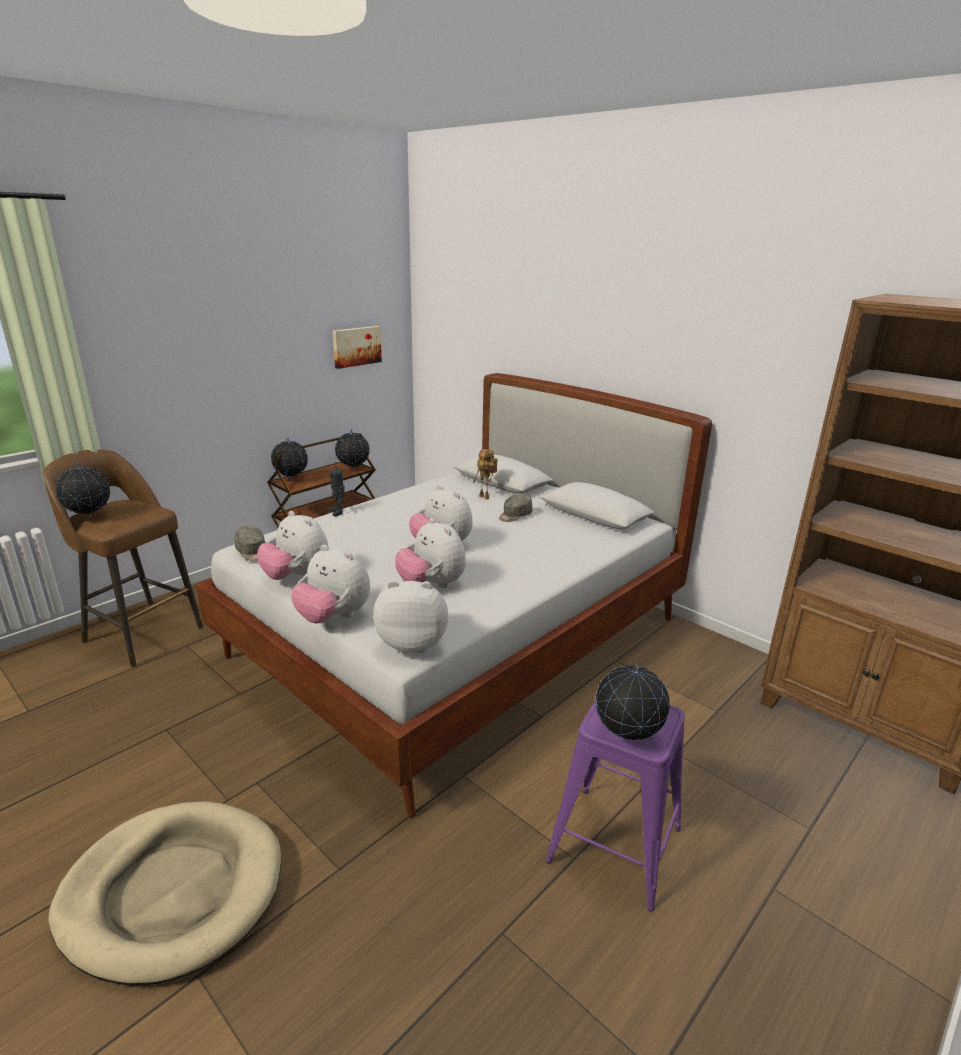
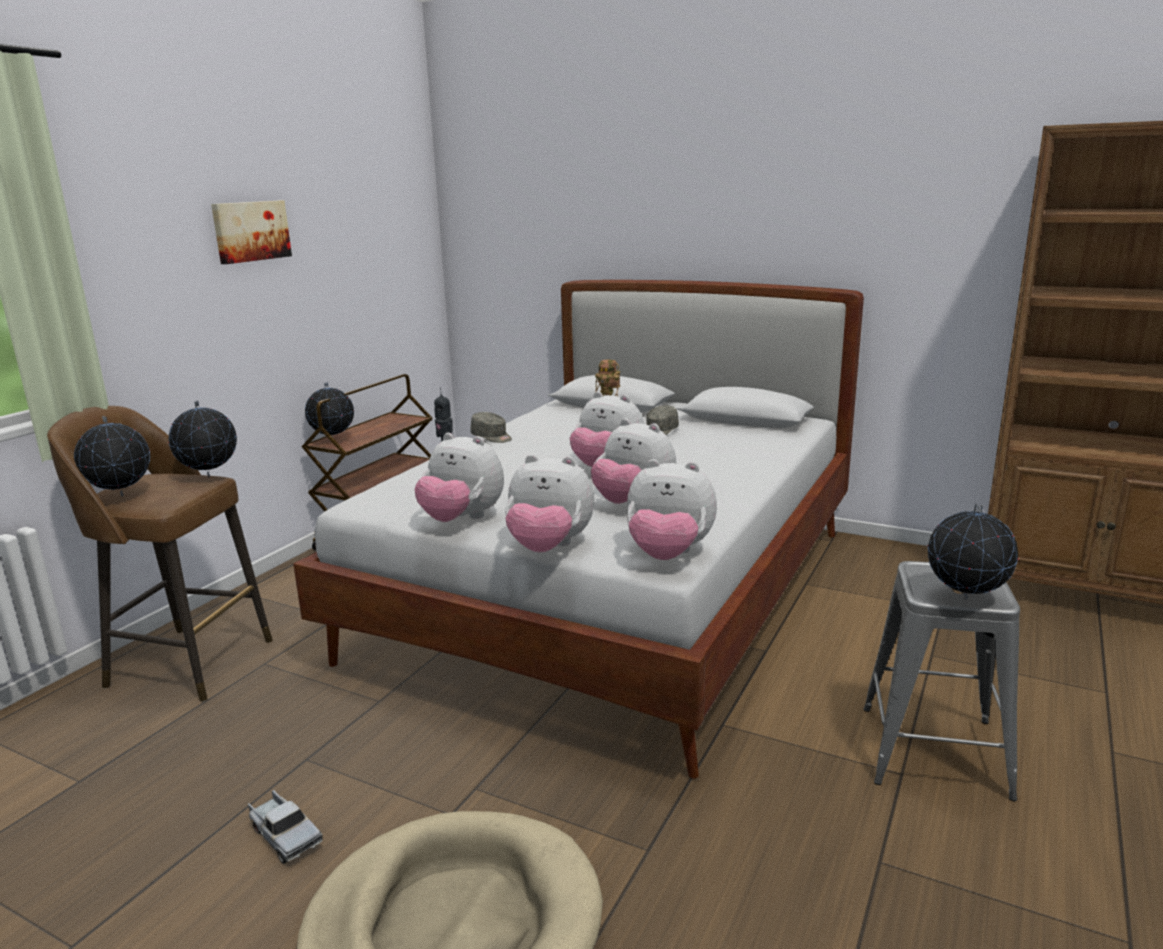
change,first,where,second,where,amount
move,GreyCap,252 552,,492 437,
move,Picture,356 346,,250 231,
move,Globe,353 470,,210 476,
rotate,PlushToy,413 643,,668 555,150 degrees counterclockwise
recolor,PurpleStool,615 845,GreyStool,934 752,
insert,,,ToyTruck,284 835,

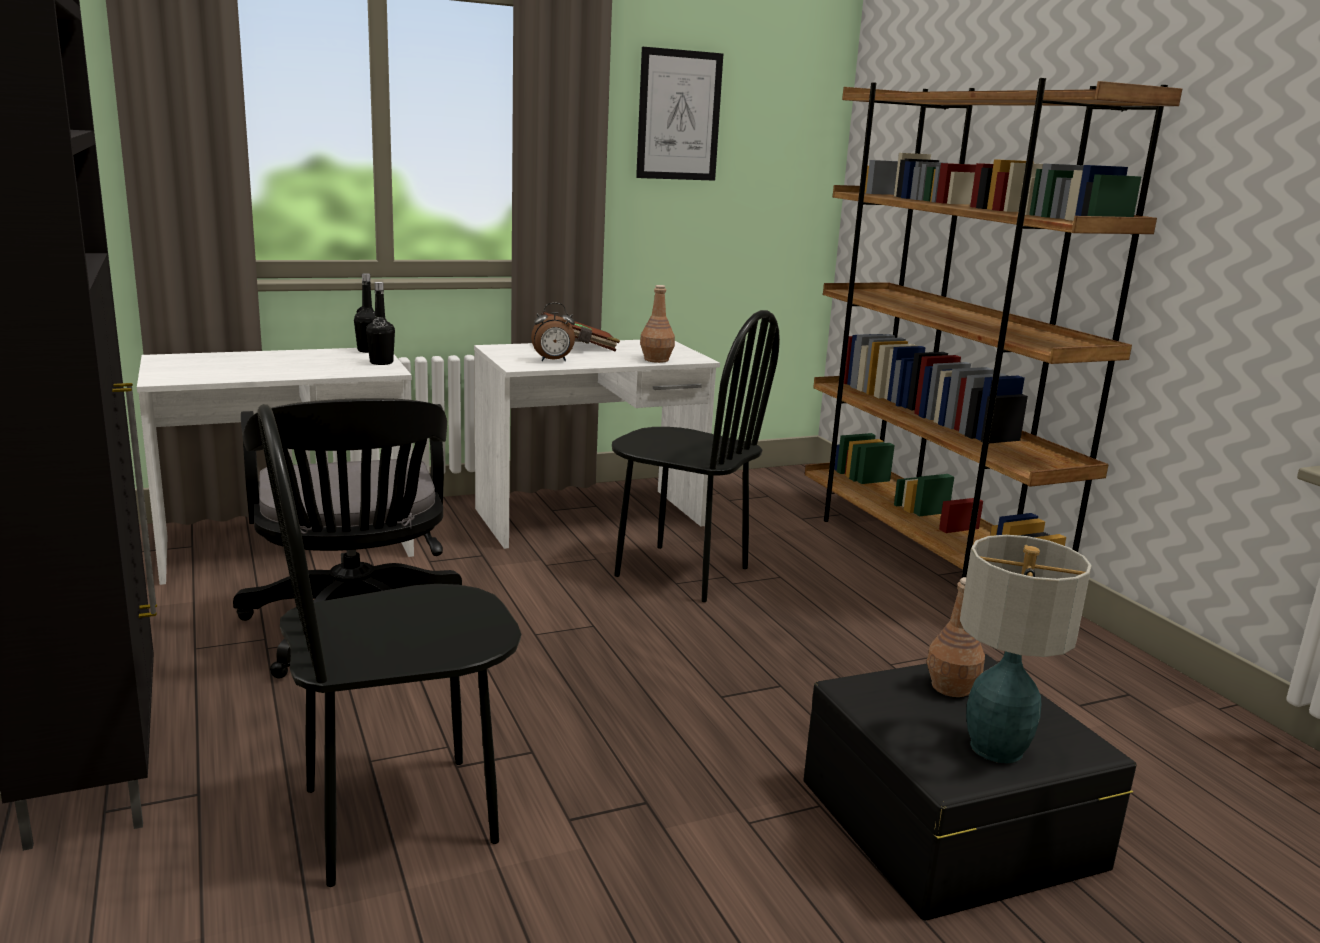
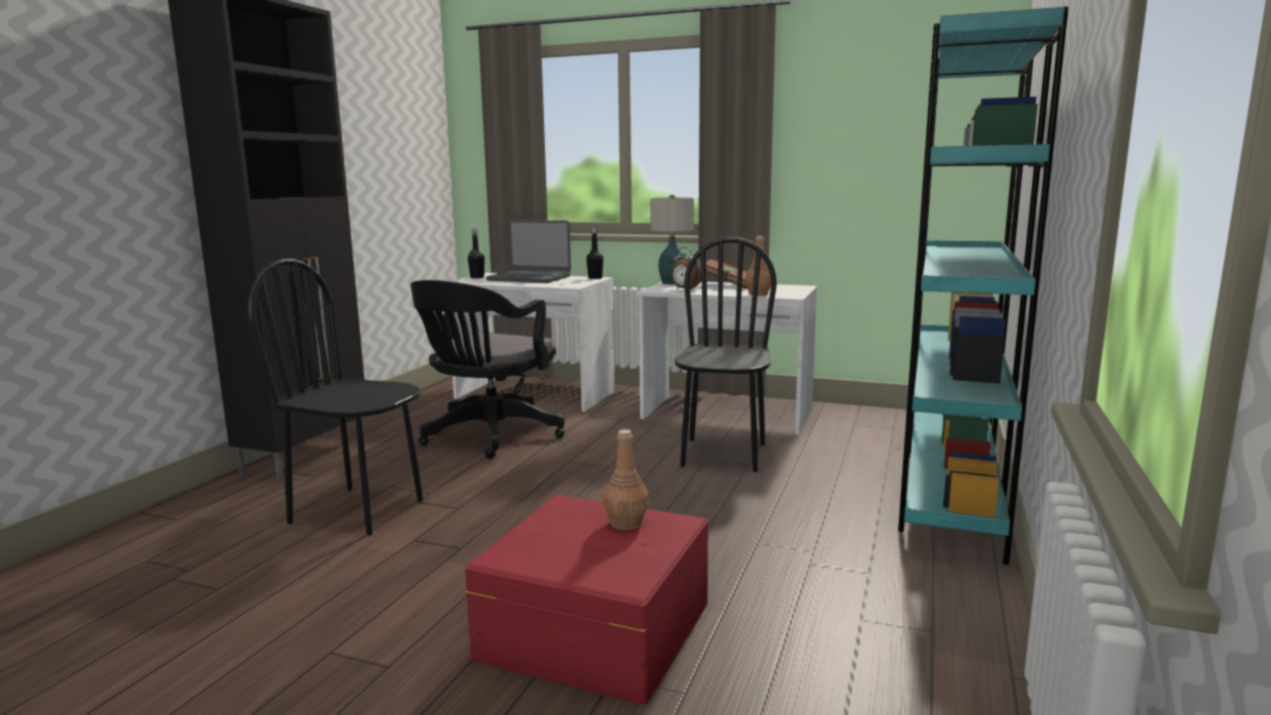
change,first,where,second,where,amount
move,BlackBottle,381 362,,477 277,
rotate,BlackChair,681 572,,723 455,150 degrees counterclockwise
delete,Picture,679 115,,,
recolor,BlackStorageBox,947 822,RedStorageBox,594 629,
recolor,BrownBookcase,924 555,TurquoiseBookcase,950 493,
move,TableLamp,997 749,,672 283,
insert,,,Laptop,529 278,

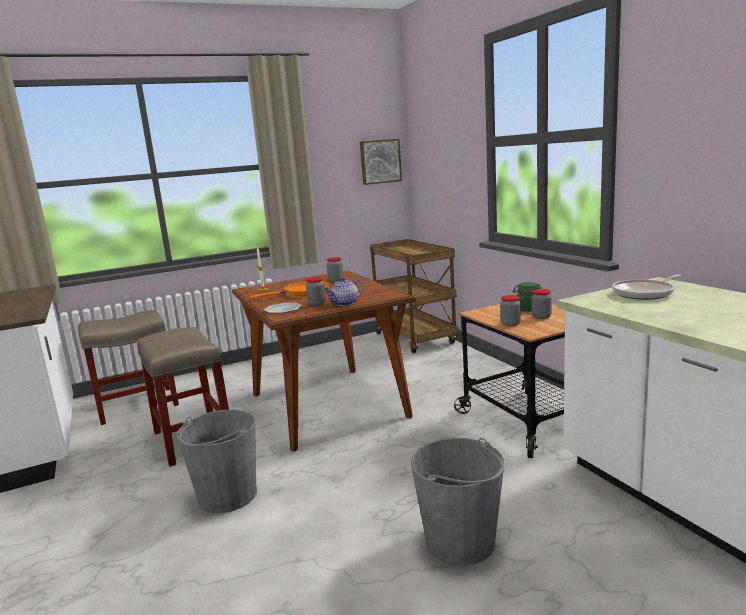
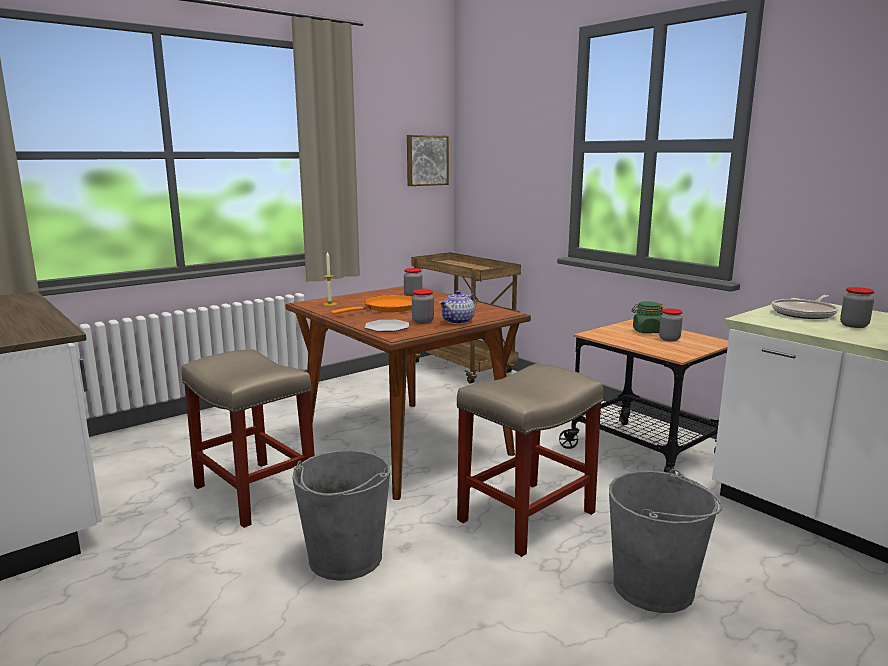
change,first,where,second,where,amount
move,BeigeStool,136 406,,525 517,
move,Jar,510 324,,854 325,

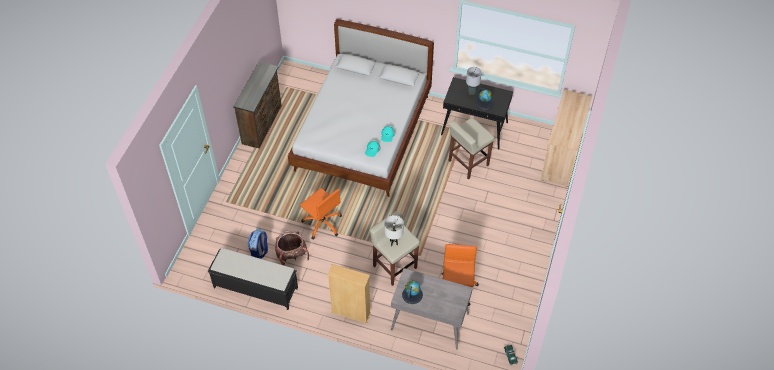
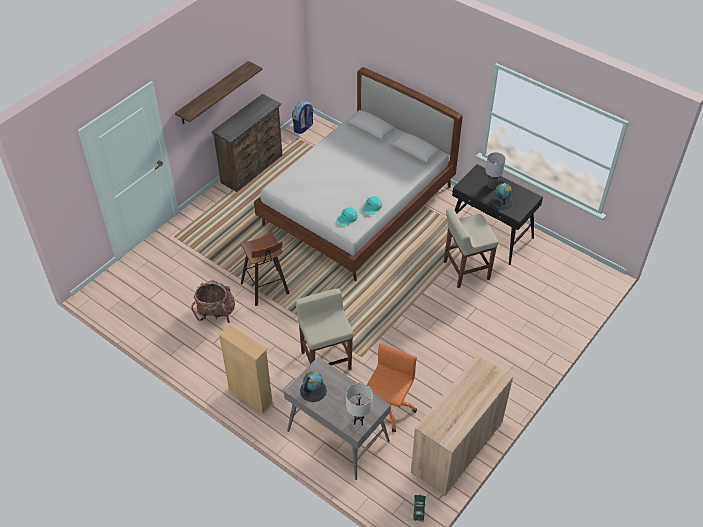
change,first,where,second,where,amount
delete,BlackBench,255 287,,,
move,Backpack,259 251,,303 128,
replace,OrangeOfficeChair,322 223,Stool,267 289,
move,WhiteTableLamp,393 243,,359 421,
move,BeigeCabinet,561 156,,457 447,
insert,,,Shelf,213 93,

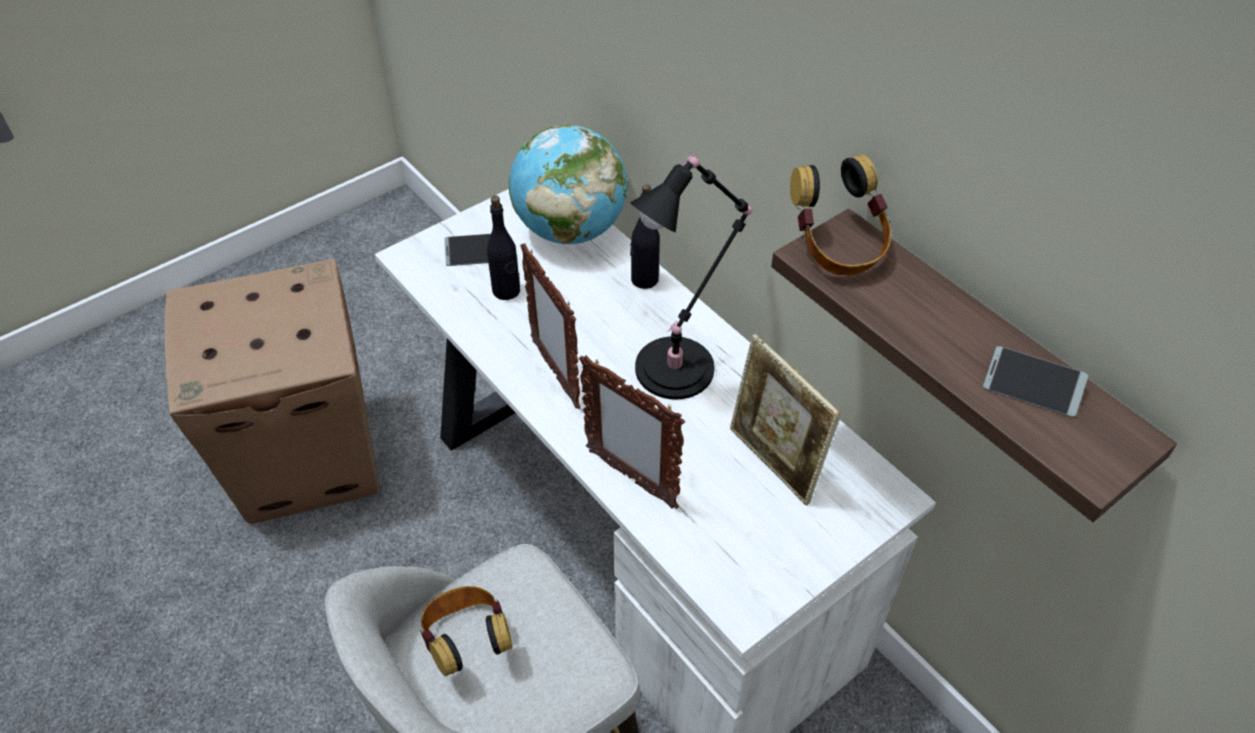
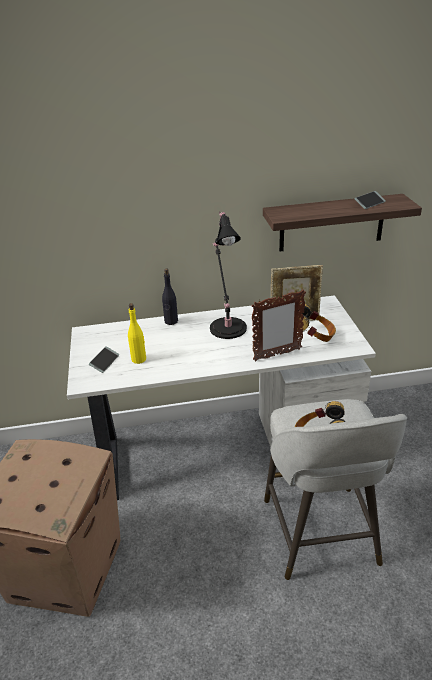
change,first,where,second,where,amount
recolor,BlackBottle,506 291,YellowBottle,139 359,
delete,Globe,570 229,,,
delete,PictureFrame,555 373,,,
move,Headphones,837 247,,314 337,

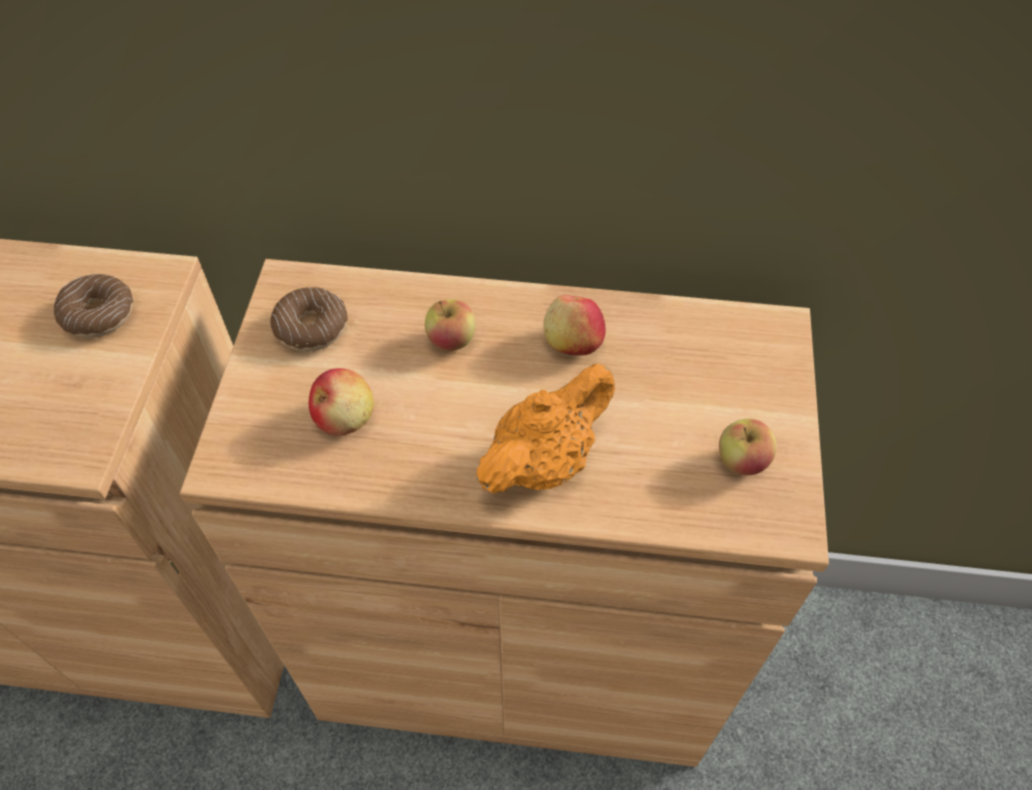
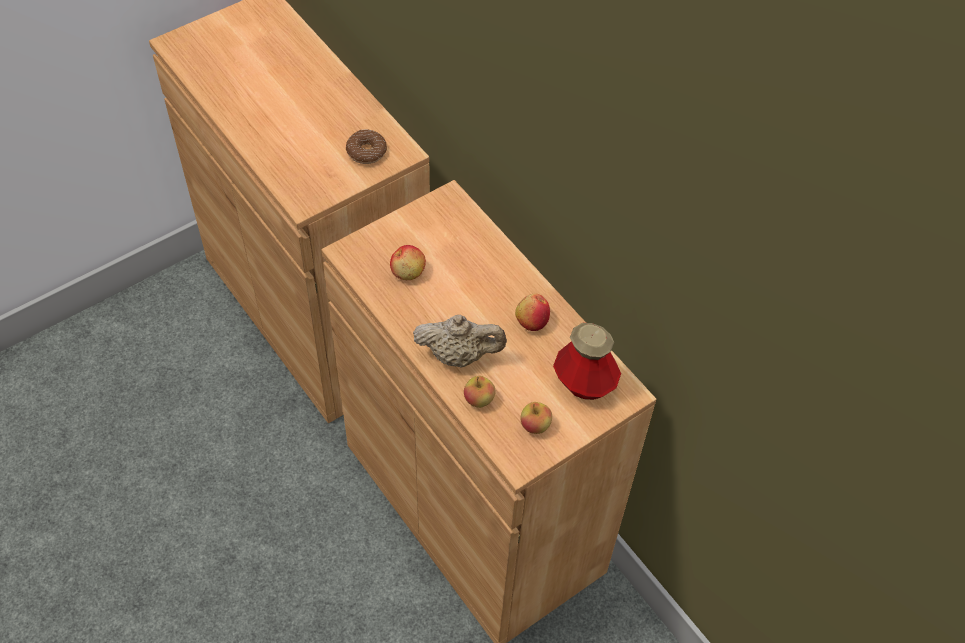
change,first,where,second,where,amount
delete,Donut,311 327,,,
move,Apple,451 340,,478 399,
recolor,OrangeTeapot,544 461,BeigeTeapot,459 355,
insert,,,Bottle,584 383,

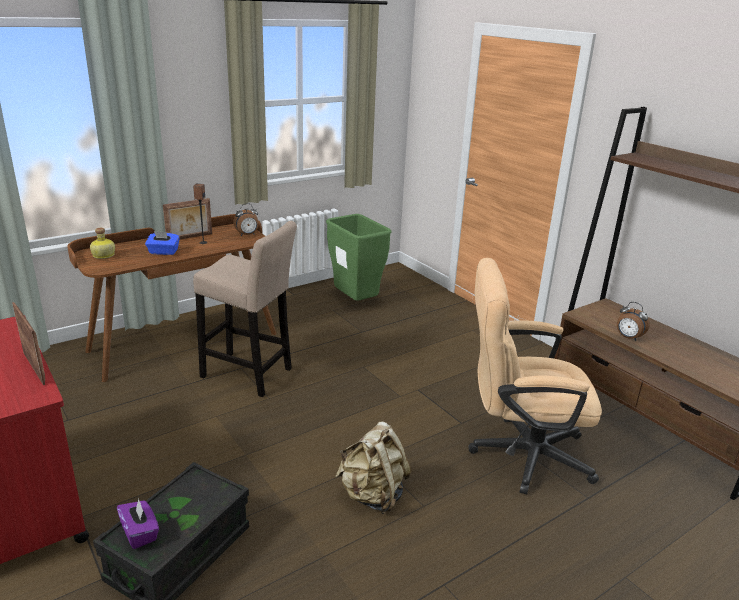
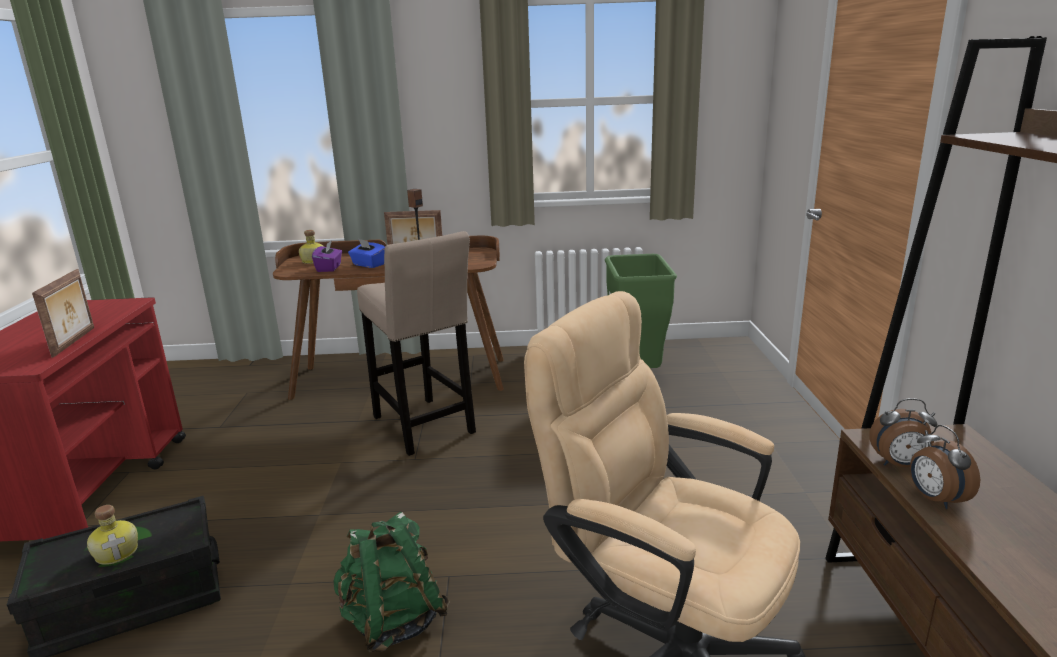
change,first,where,second,where,amount
move,PurpleTissueBox,140 533,,329 268,
move,AlarmClock,247 235,,899 465,
recolor,BeigeBackpack,372 495,GreenBackpack,393 621,
insert,,,Bottle,118 552,

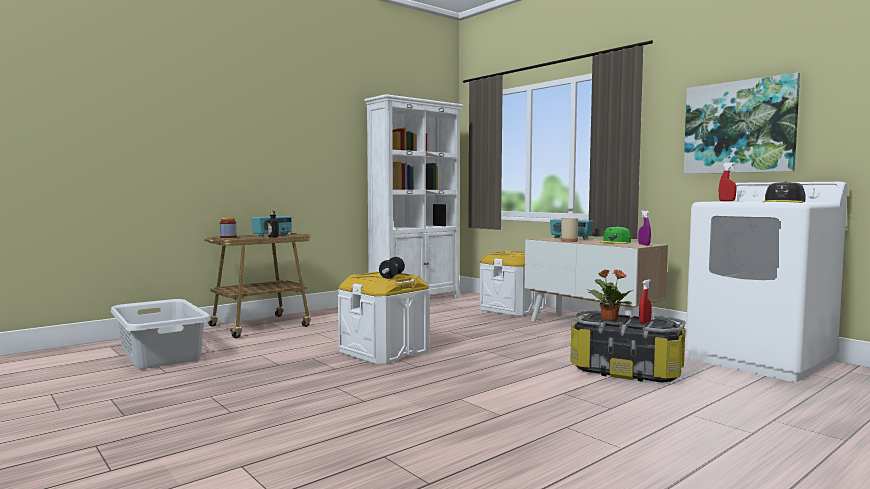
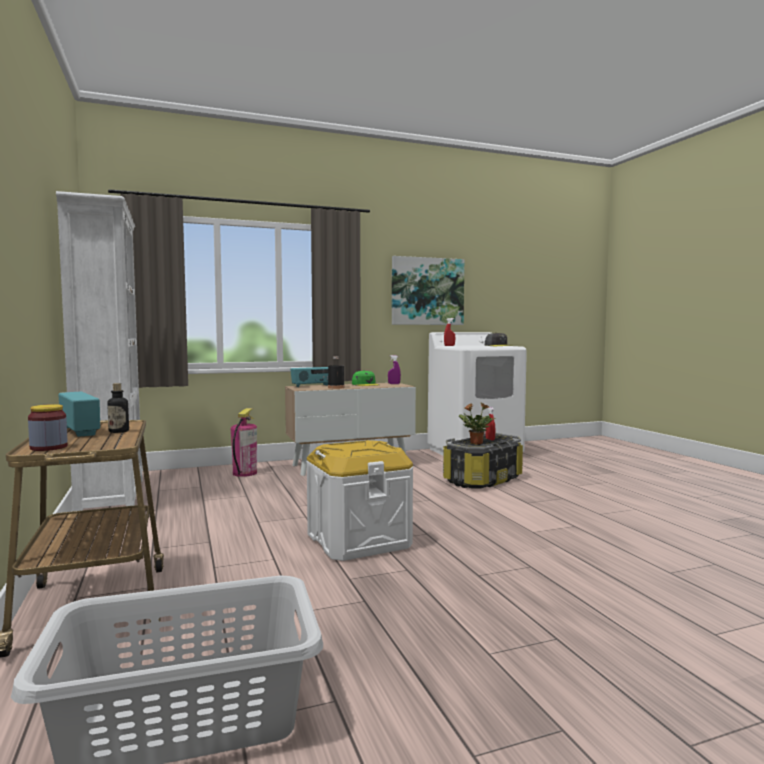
change,first,where,second,where,amount
delete,Dumbbell,392 276,,,
replace,WhiteStorageBox,512 309,FireExtinguisher,244 473,
recolor,BeigeBottle,569 241,BlackBottle,336 387,

